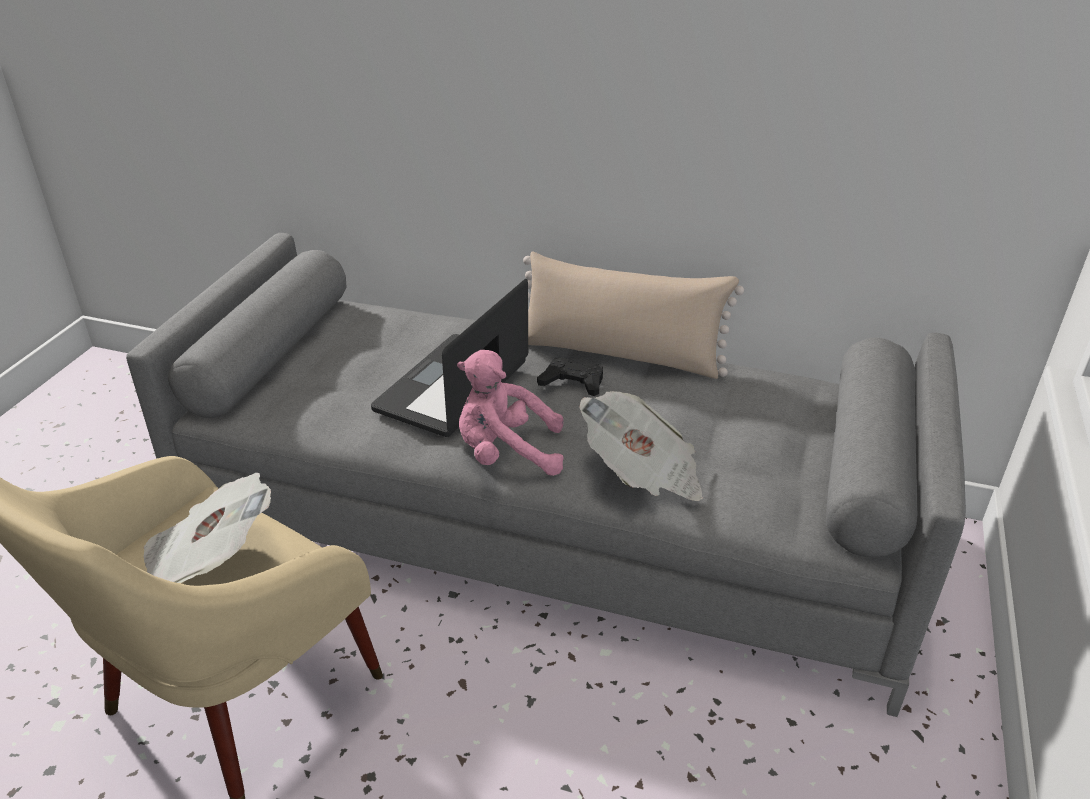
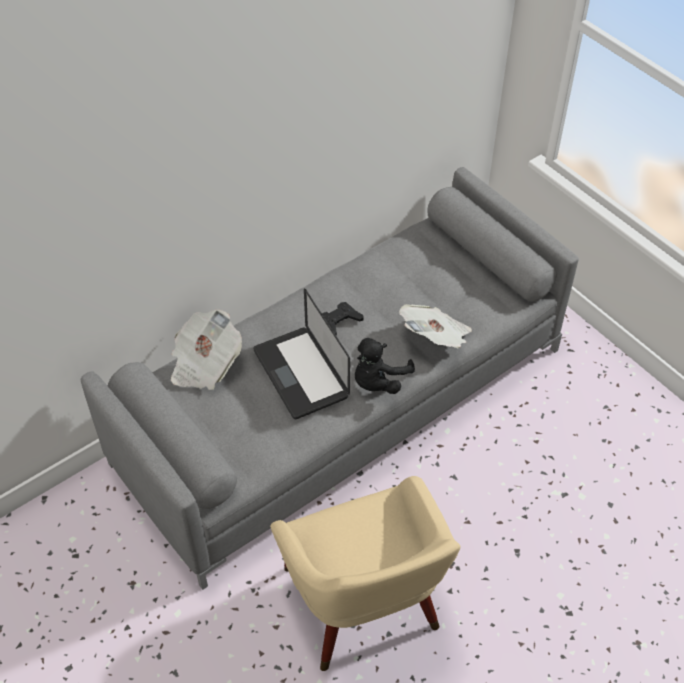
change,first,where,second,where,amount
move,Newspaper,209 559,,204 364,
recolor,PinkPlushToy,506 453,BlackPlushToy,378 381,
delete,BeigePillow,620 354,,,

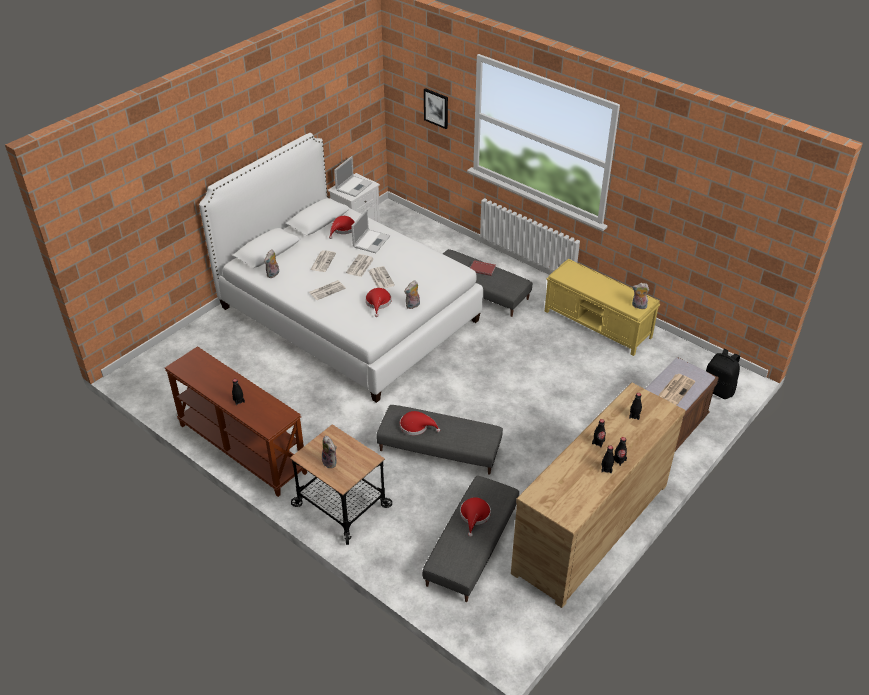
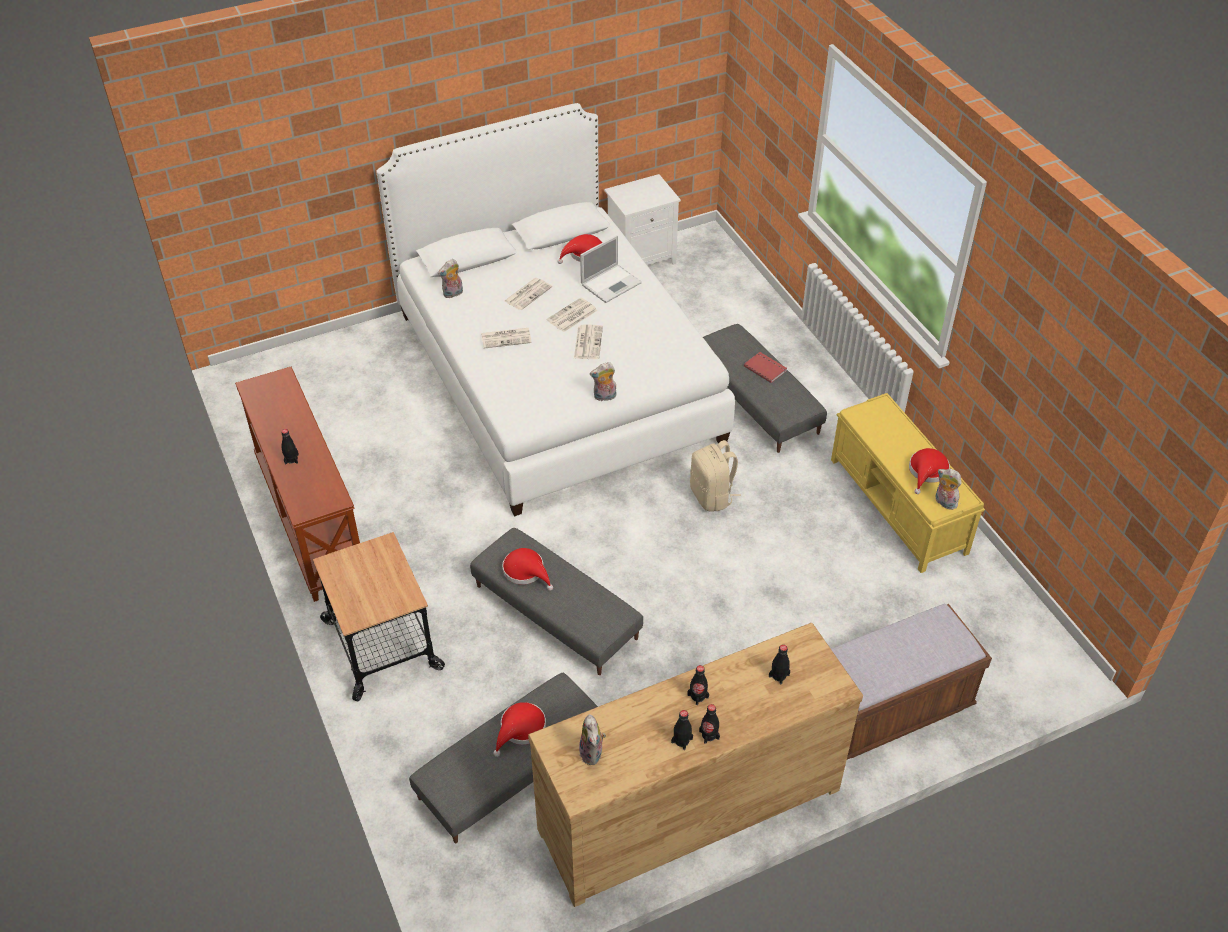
change,first,where,second,where,amount
move,PlushToy,331 462,,593 753,
delete,Laptop,354 186,,,
move,RedHat,378 303,,927 472,
delete,Picture,436 108,,,
delete,Newspaper,676 389,,,
delete,BlackBackpack,718 390,,,
insert,,,BeigeBackpack,712 496,

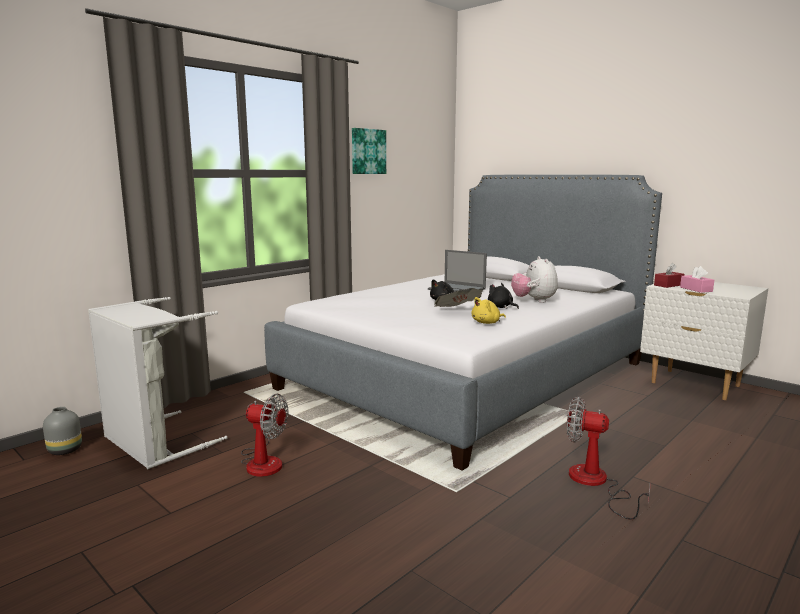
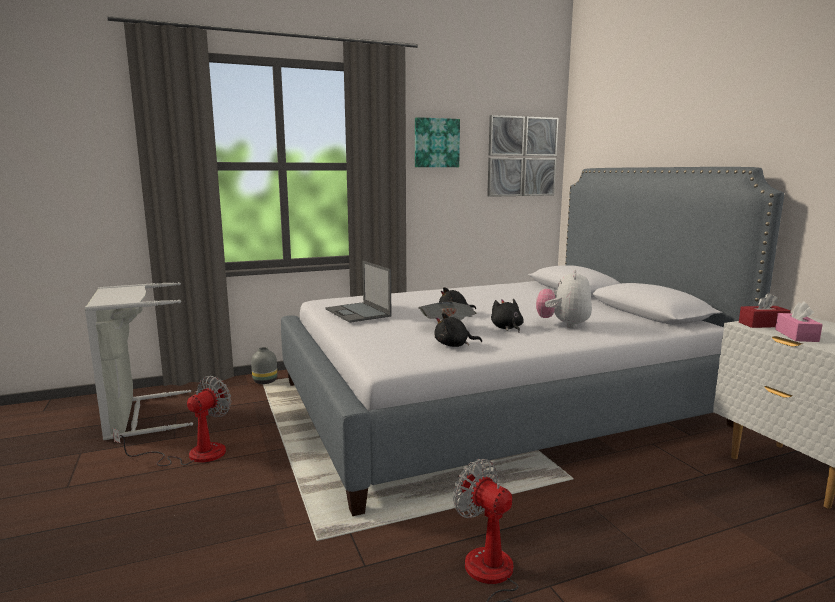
change,first,where,second,where,amount
move,GreyVase,64 450,,264 381,
rotate,Fan,262 461,,193 455,105 degrees counterclockwise
move,Laptop,457 289,,358 313,
recolor,YellowPlushToy,487 323,BlackPlushToy,454 345,
insert,,,Picture,522 156,

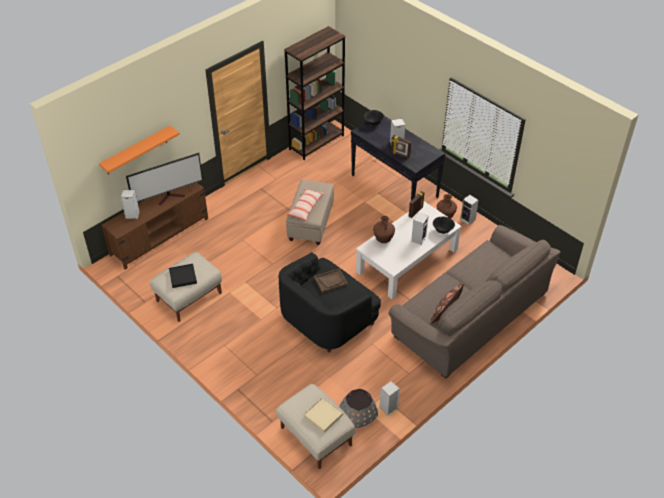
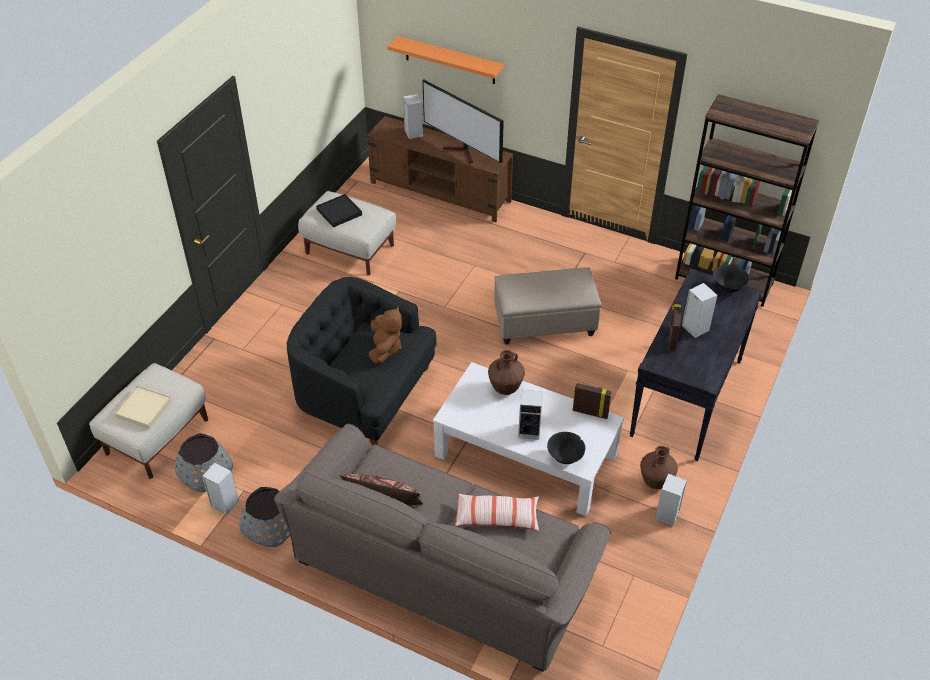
change,first,where,second,where,amount
move,Pillow,305 207,,496 517,
replace,BrownTray,330 281,BrownPlushToy,385 348,
insert,,,GreyPlanter,270 525,

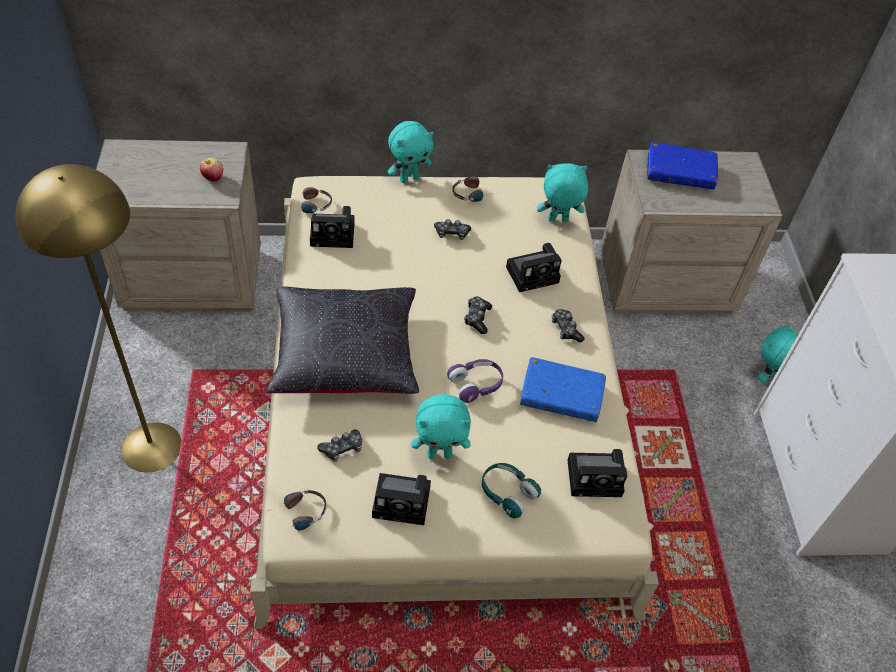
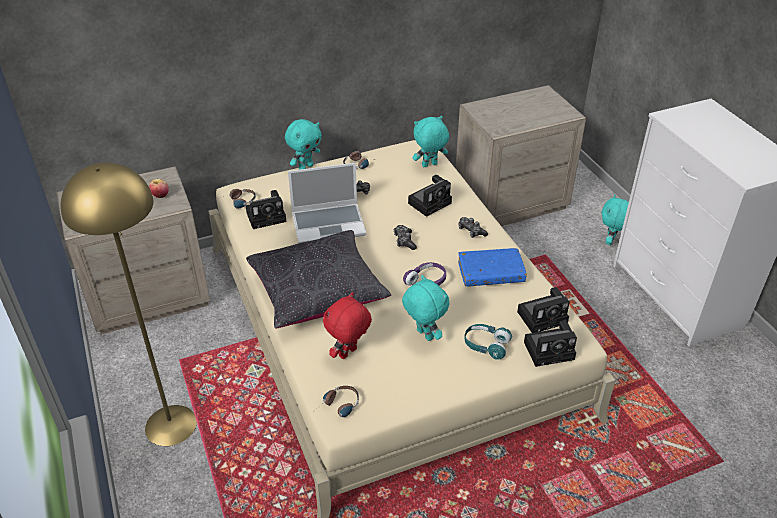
change,first,where,second,where,amount
replace,GameController,342 449,RedPlushToy,348 354,
move,PhotoCamera,404 502,,550 350,
rotate,TurquoisePlushToy,440 453,,423 335,105 degrees counterclockwise
delete,BlueBook,679 173,,,
insert,,,Laptop,329 224,

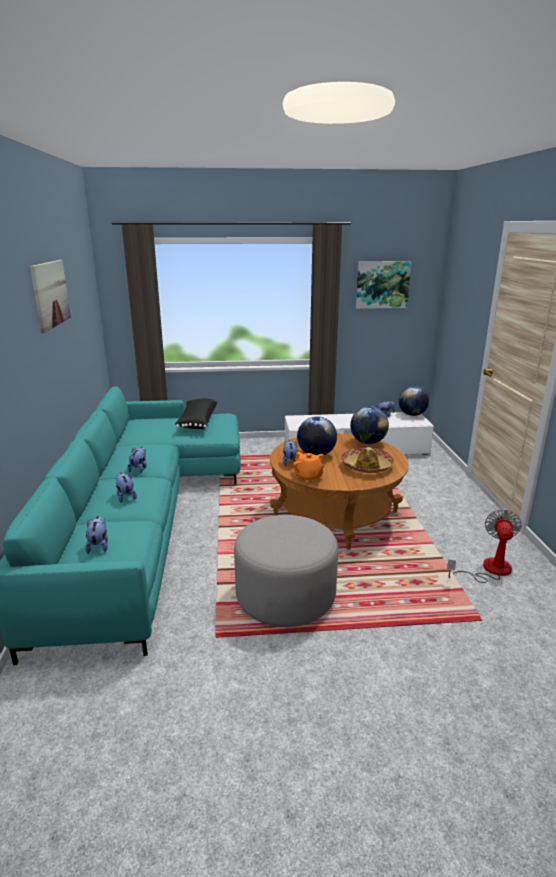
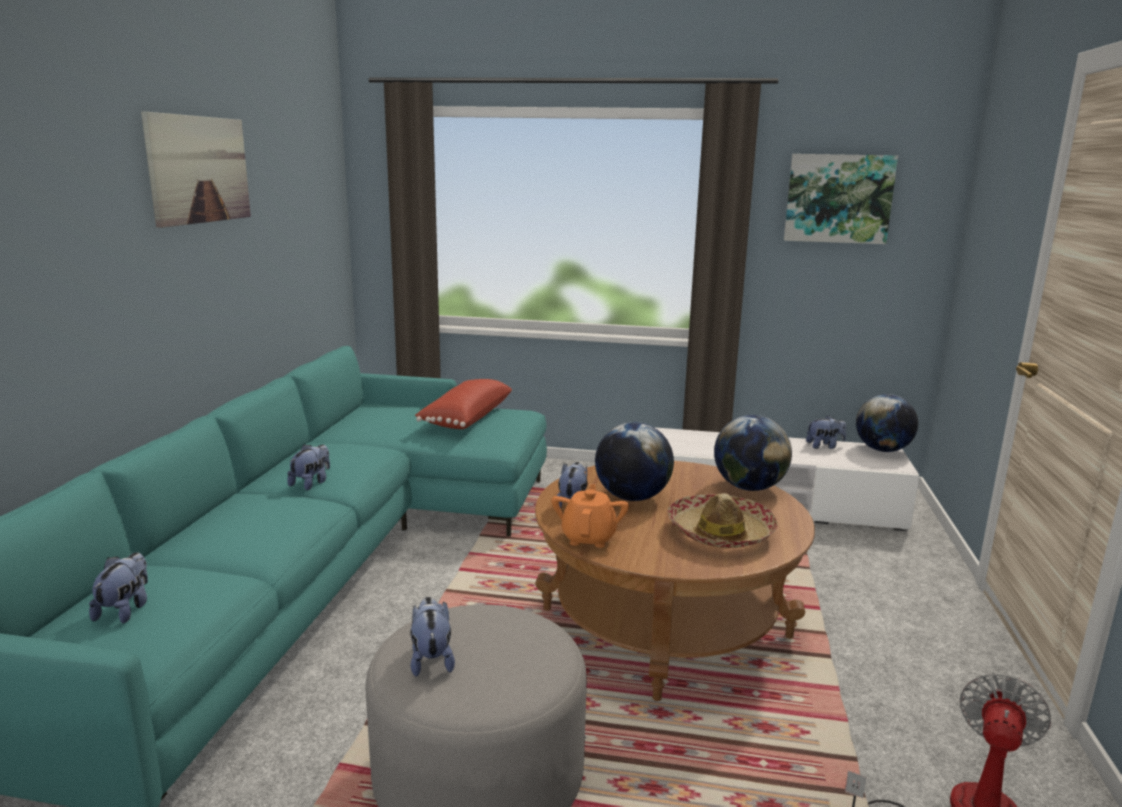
change,first,where,second,where,amount
move,PlushToy,125 497,,431 659,
recolor,BlackPillow,197 422,RedPillow,465 418,
rotate,OrangeTeapot,308 477,,589 538,150 degrees counterclockwise

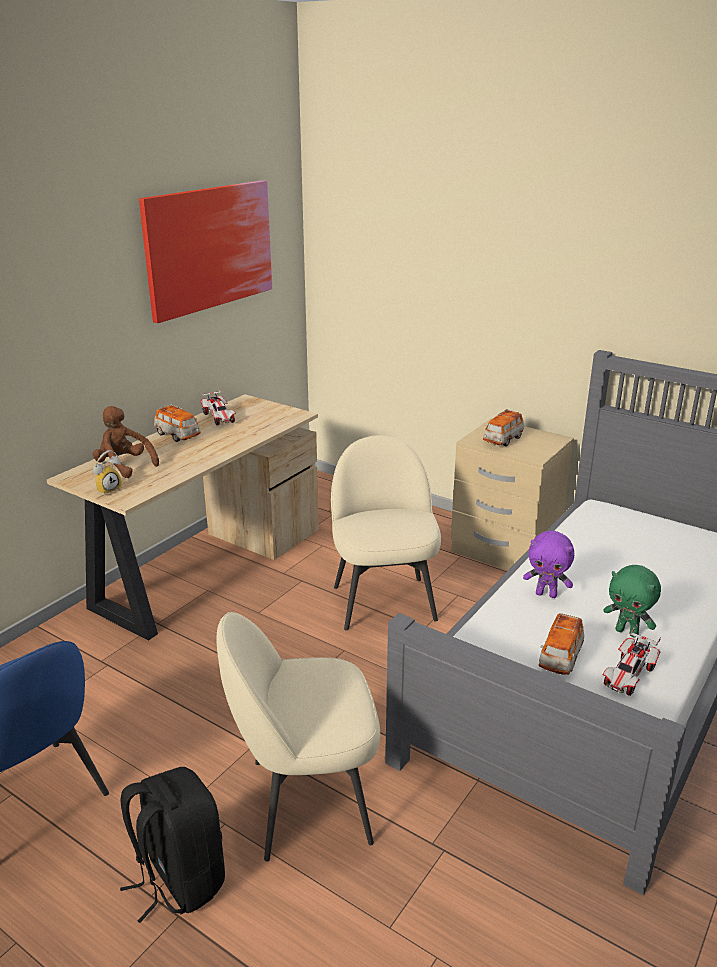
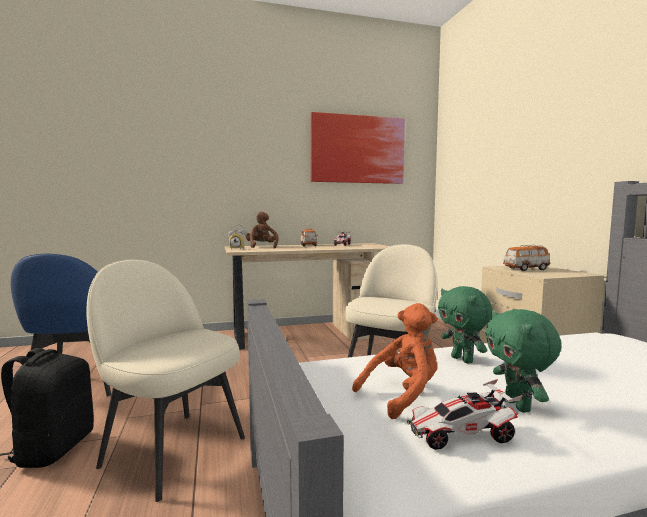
change,first,where,second,where,amount
recolor,PurplePlushToy,546 594,GreenPlushToy,463 360,
replace,ToyCar,560 658,OrangePlushToy,403 395,

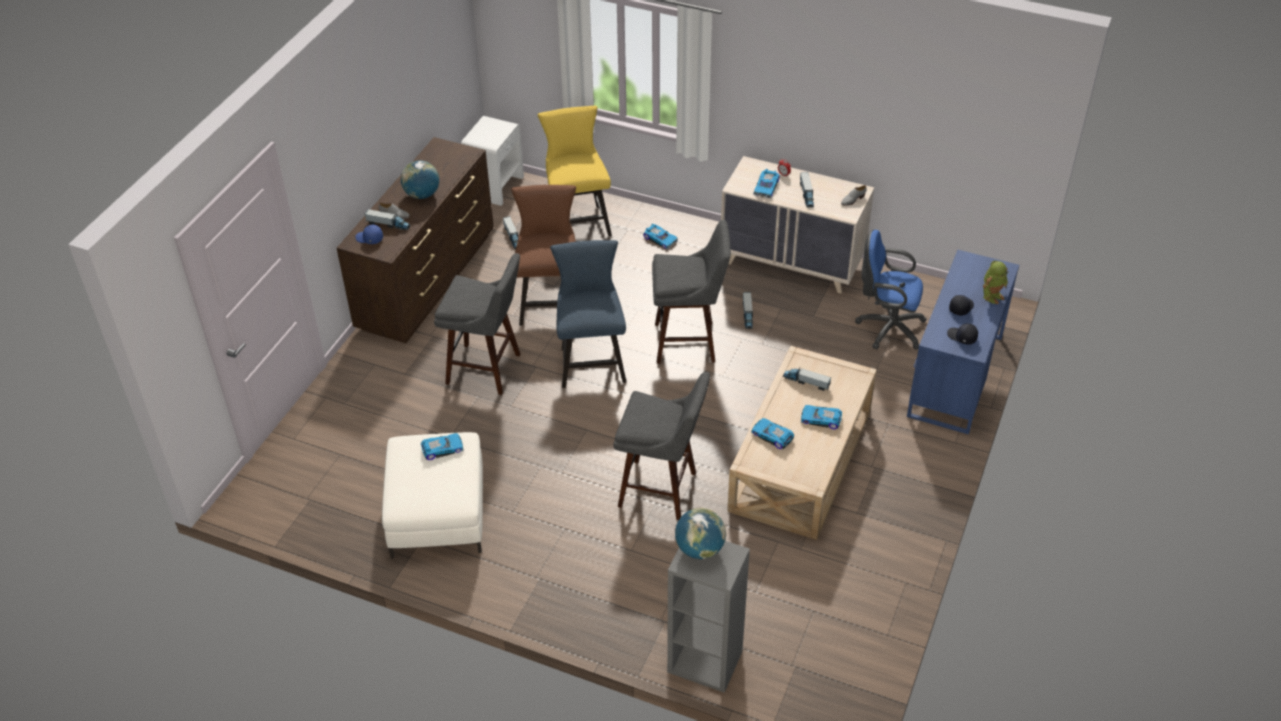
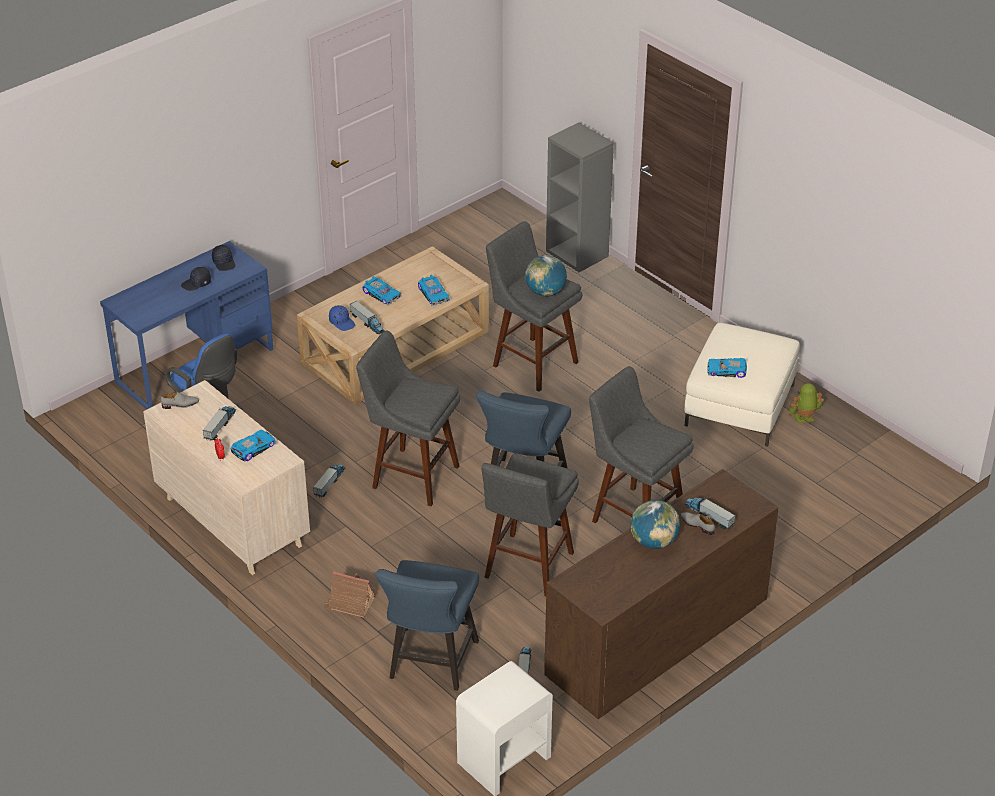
change,first,where,second,where,amount
move,BlueCap,369 239,,342 322,
replace,BrownChair,550 302,GreyStool,527 568,
recolor,YellowChair,577 221,BlueChair,430 664,
replace,ToyCar,660 239,ToyHouse,350 603,
move,Globe,700 549,,545 292,
move,ToyRobot,992 295,,804 419,

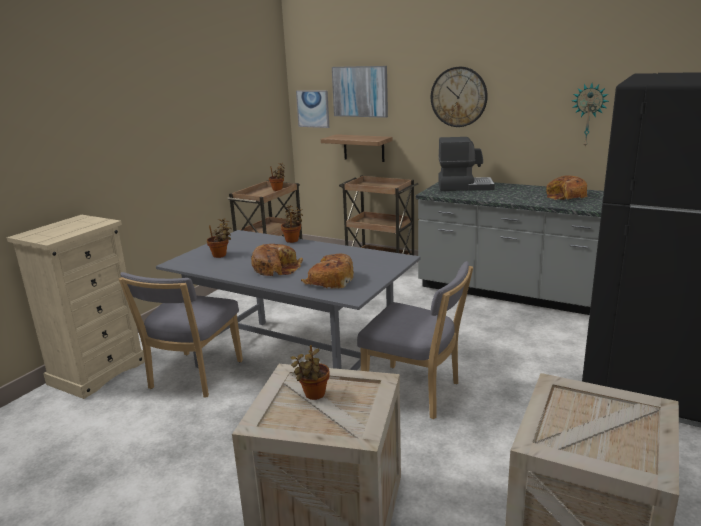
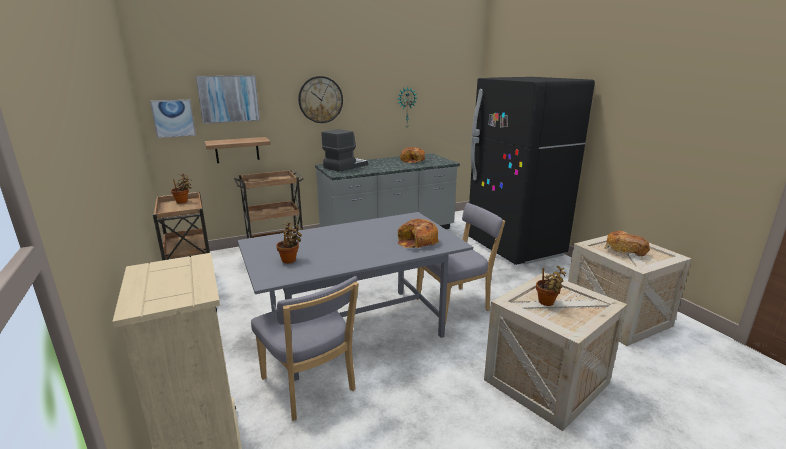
change,first,where,second,where,amount
move,Bread,276 268,,625 250,
delete,PottedPlant,293 240,,,

